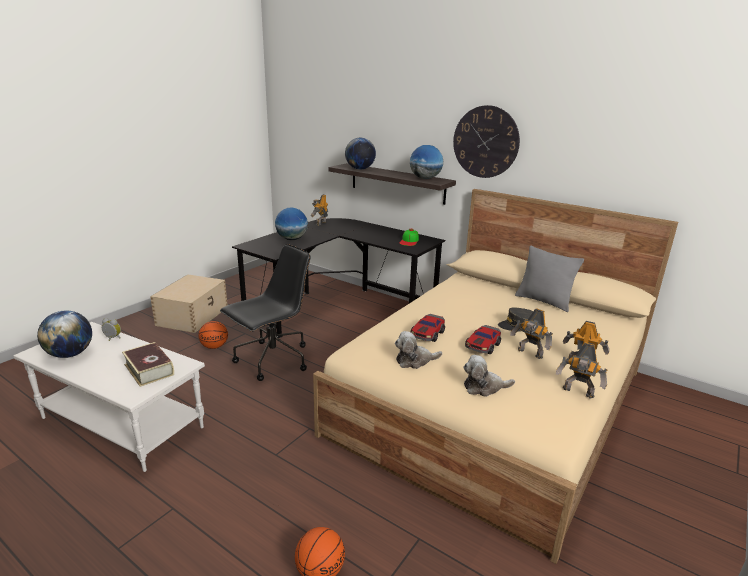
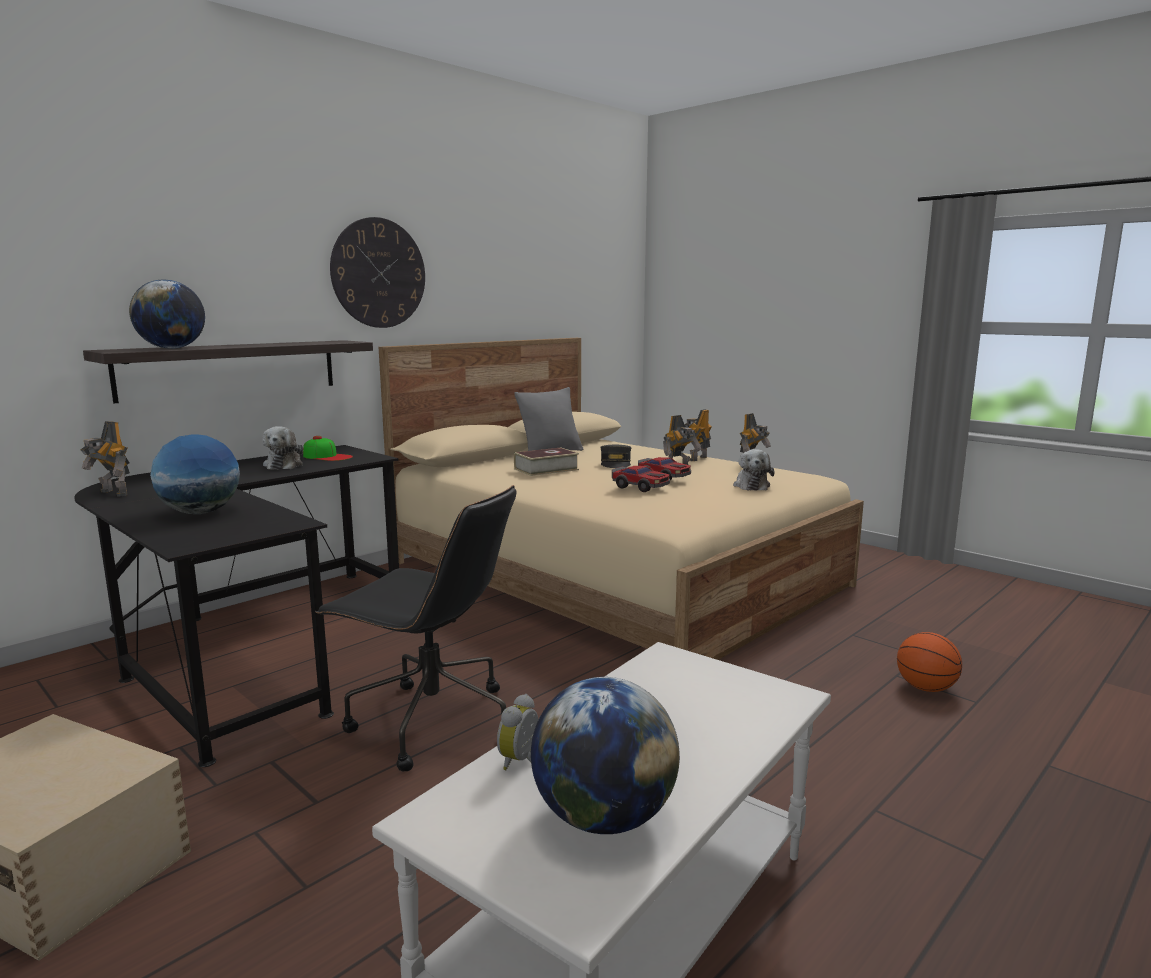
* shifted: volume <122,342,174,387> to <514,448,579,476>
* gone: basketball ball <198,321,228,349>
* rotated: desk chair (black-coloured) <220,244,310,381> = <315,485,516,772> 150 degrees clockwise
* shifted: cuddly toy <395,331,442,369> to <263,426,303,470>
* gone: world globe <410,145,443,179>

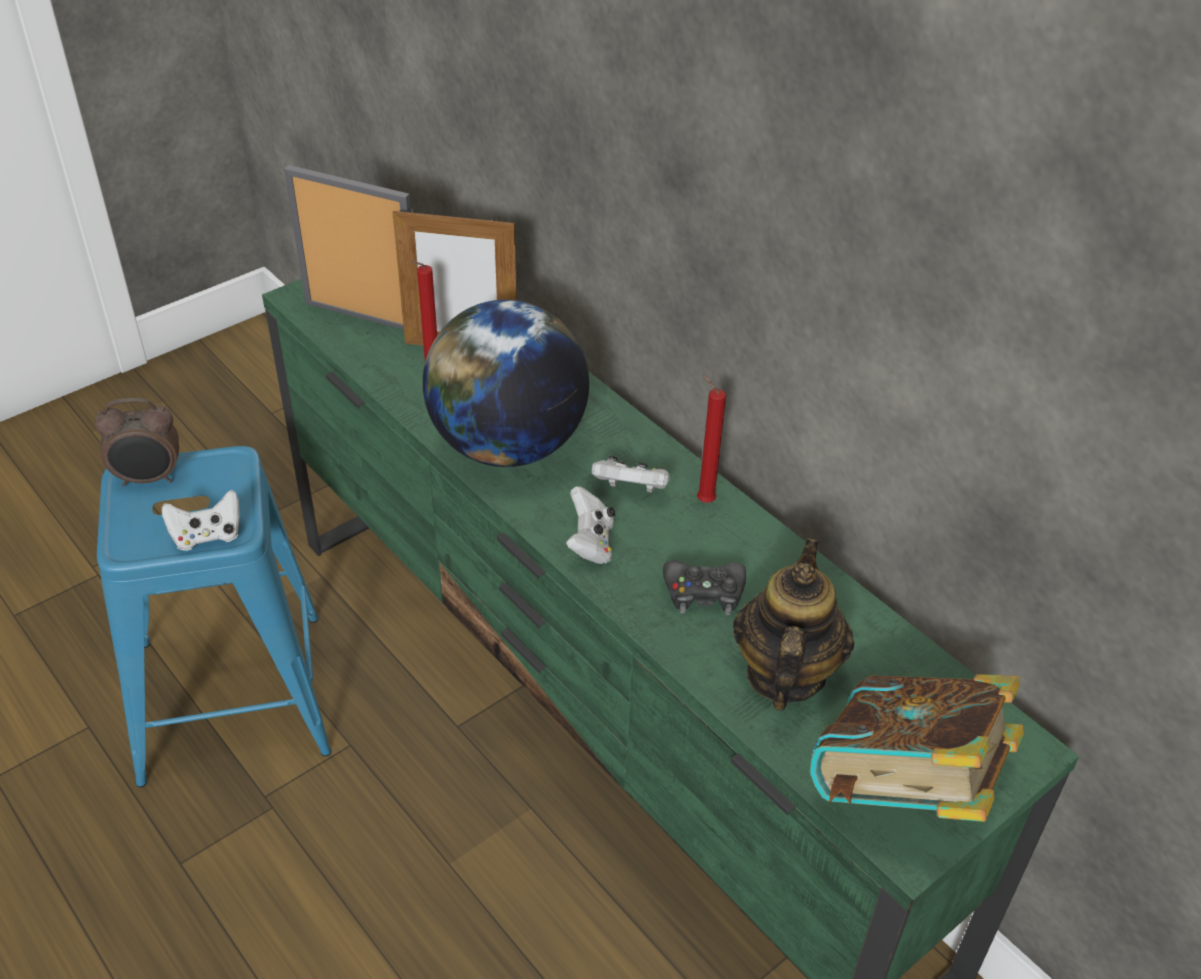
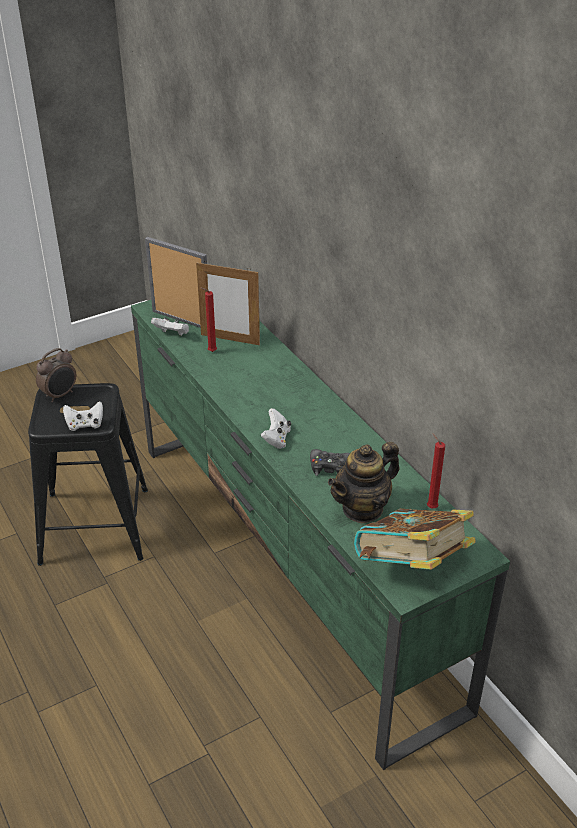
* rotated: alarm clock <95,398,179,486> = <36,348,76,402> 45 degrees counterclockwise
* repainted: sitting stool (bluish) <97,446,331,787> to sitting stool (black-coloured) <28,383,148,566>
* gone: world globe <423,300,589,467>
* shifted: joypad (white) <592,456,670,493> to <151,317,189,336>
* shifted: wax candle (red-coloured) <697,375,726,503> to <427,433,445,508>
* rotated: pot for tea <733,538,854,711> = <328,442,400,524> 150 degrees counterclockwise

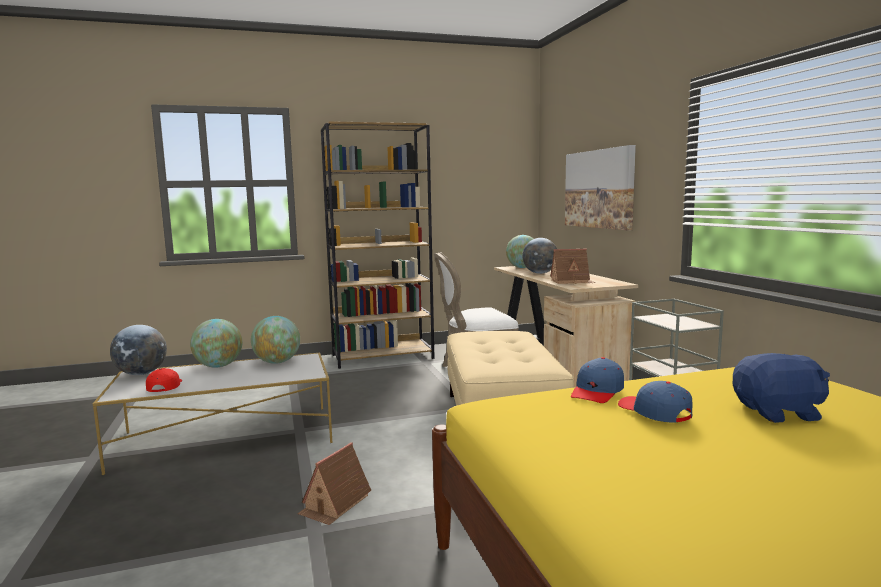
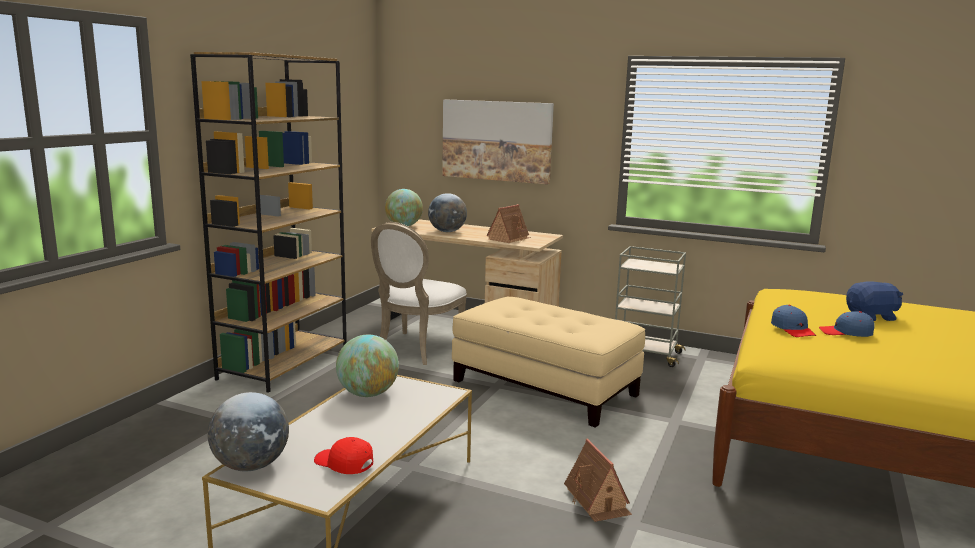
* gone: world globe <190,319,242,368>
* rotated: cuddly toy (bluish) <733,353,830,423> = <846,281,903,321> 45 degrees clockwise

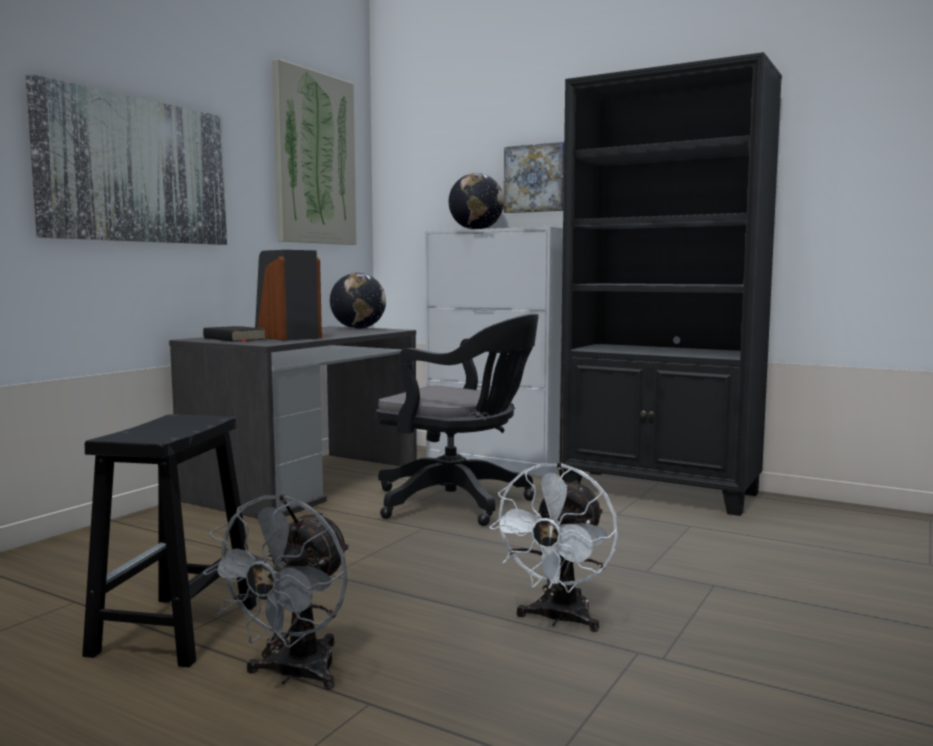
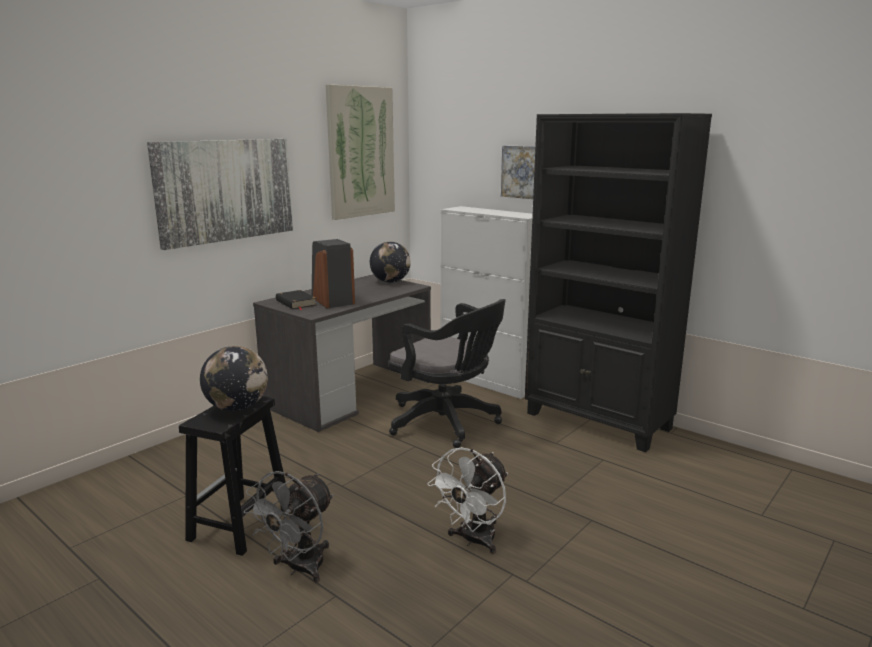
* shifted: world globe <449,173,504,229> to <200,346,268,411>

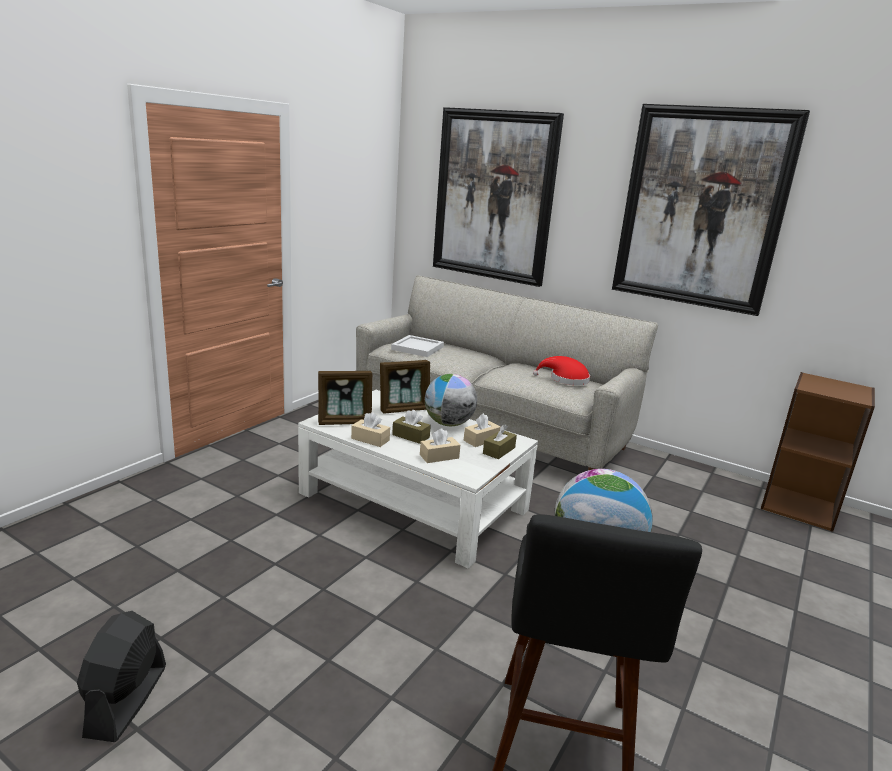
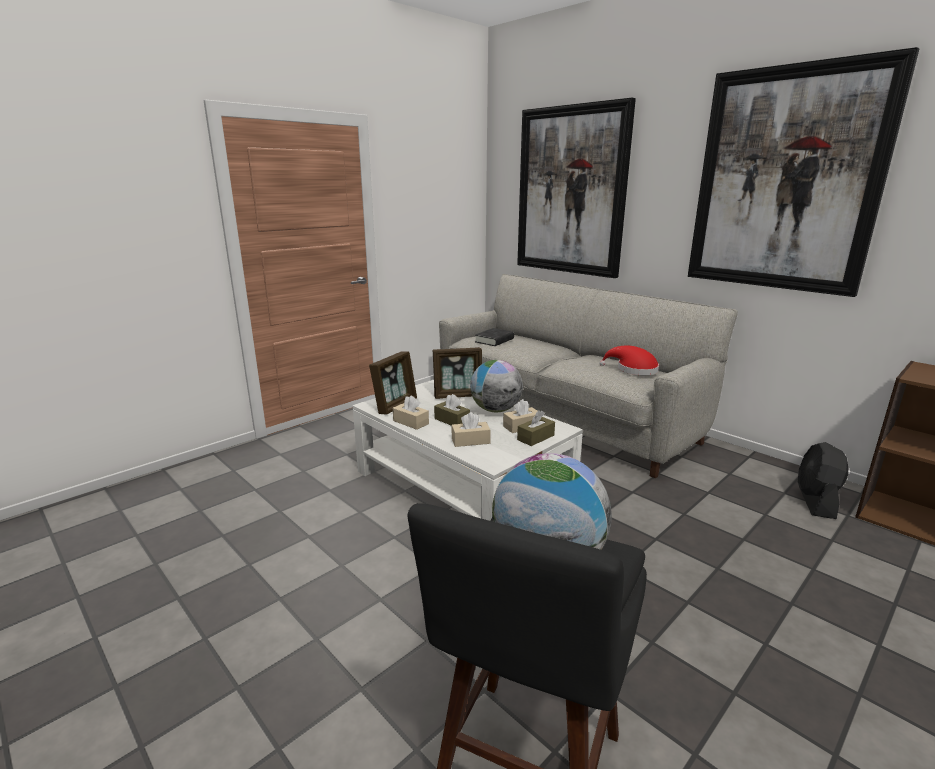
* shifted: cooling fan (black-coloured) <77,611,166,742> to <798,442,848,519>
* rotated: picture frame <318,371,372,425> = <369,351,417,415> 60 degrees counterclockwise
* swapped: tray (white) <391,335,444,357> to volume (black-coloured) <475,328,514,346>

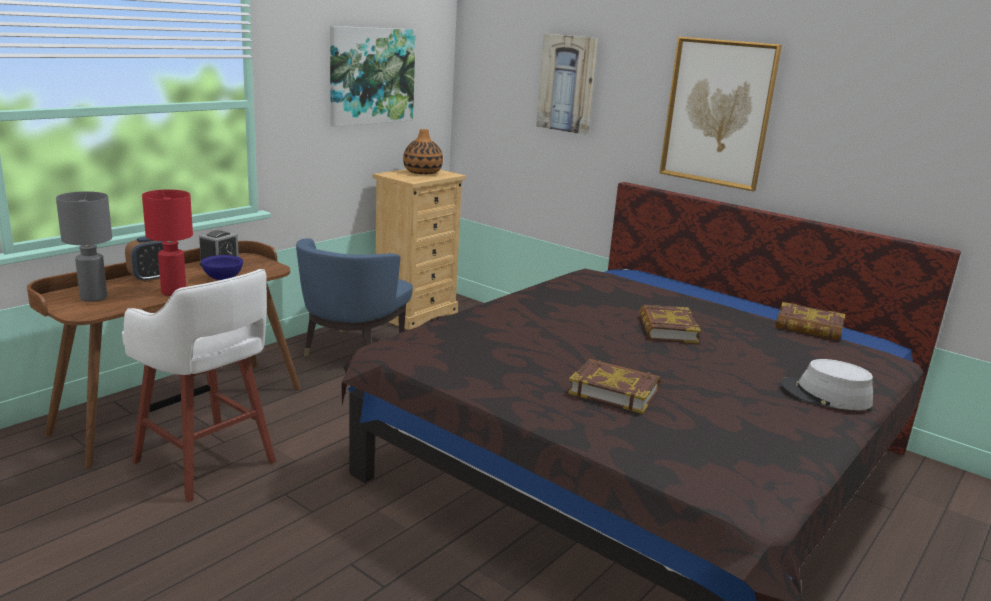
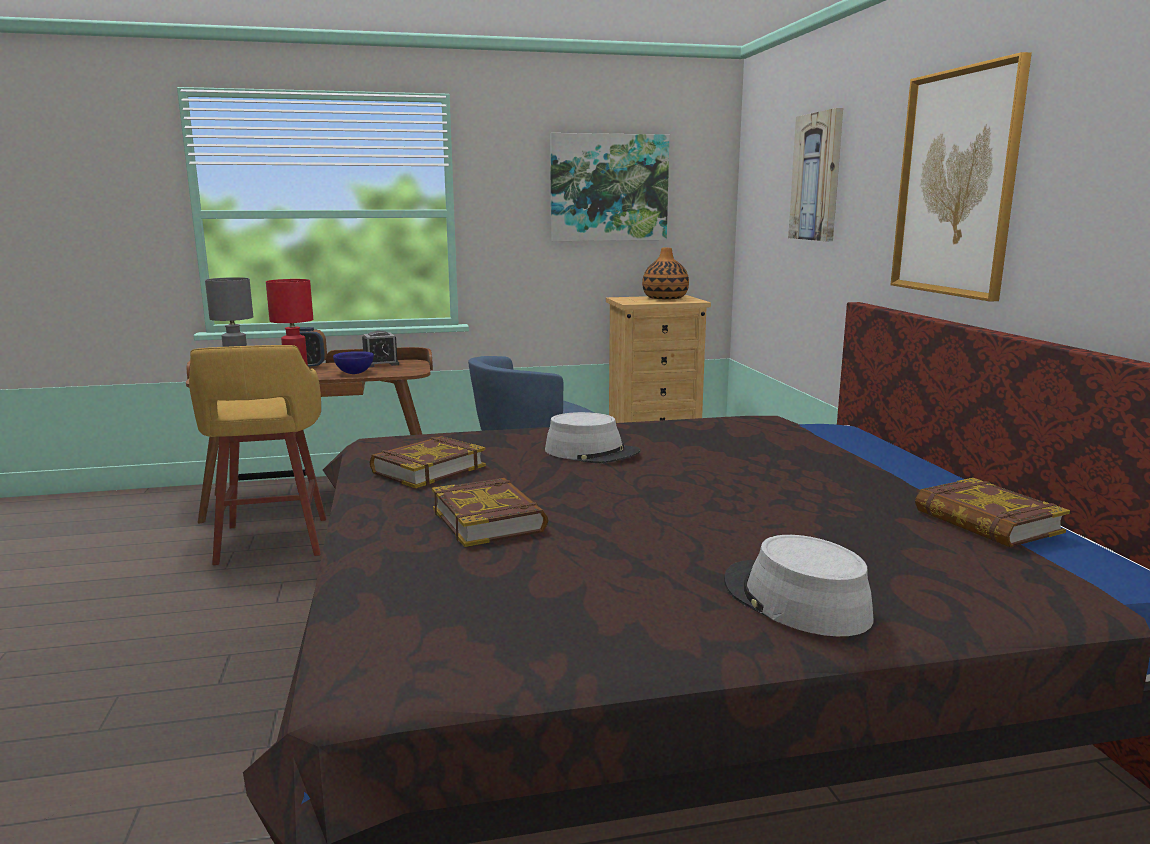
* repainted: sitting stool (white) <122,269,276,502> to sitting stool (yellowish) <189,345,326,565>
* shifted: volume <639,305,701,344> to <370,436,486,488>
* new: hat (gray) <545,412,640,463>

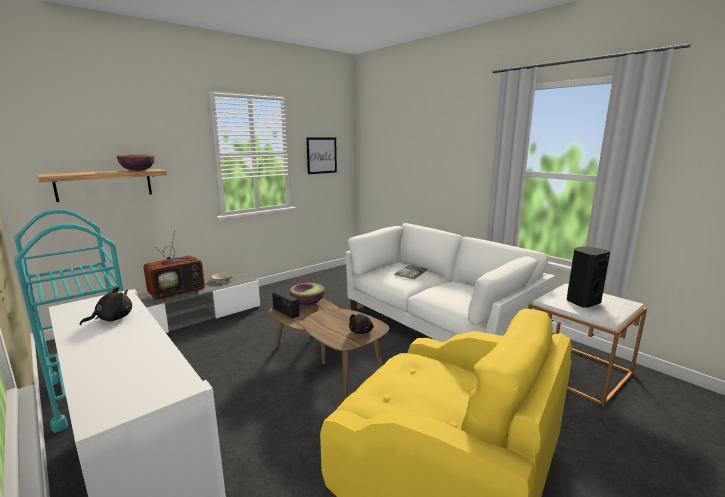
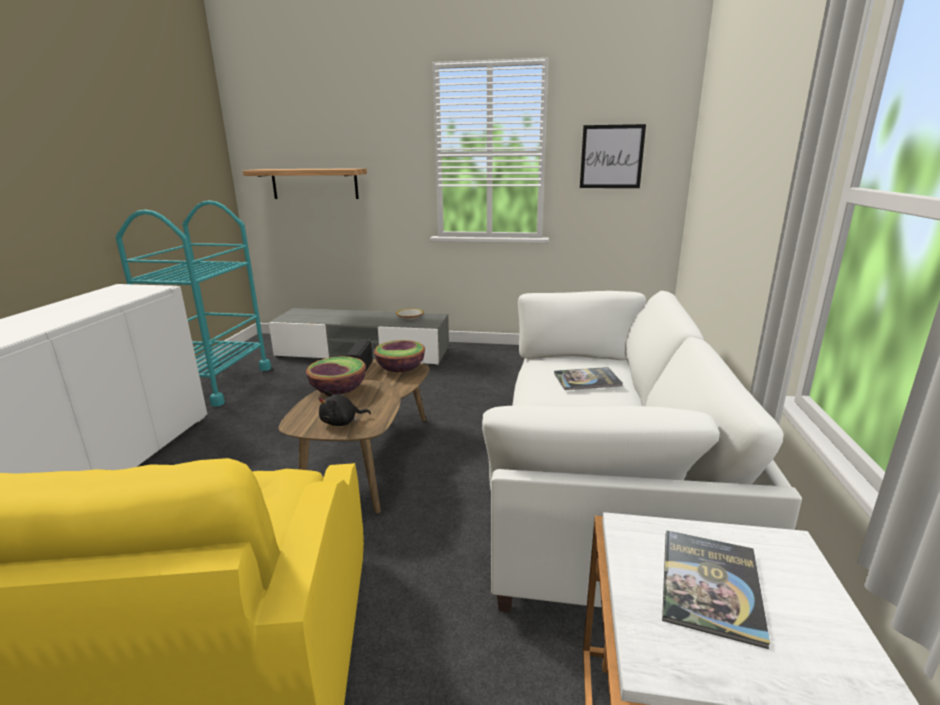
* gone: cuddly toy (black-coloured) <80,287,132,325>
* shifted: serving bowl <117,155,155,171> to <306,356,366,395>
* gone: TV <143,231,209,301>
* swapped: speaker (black-coloured) <567,246,610,308> to volume <662,530,770,649>

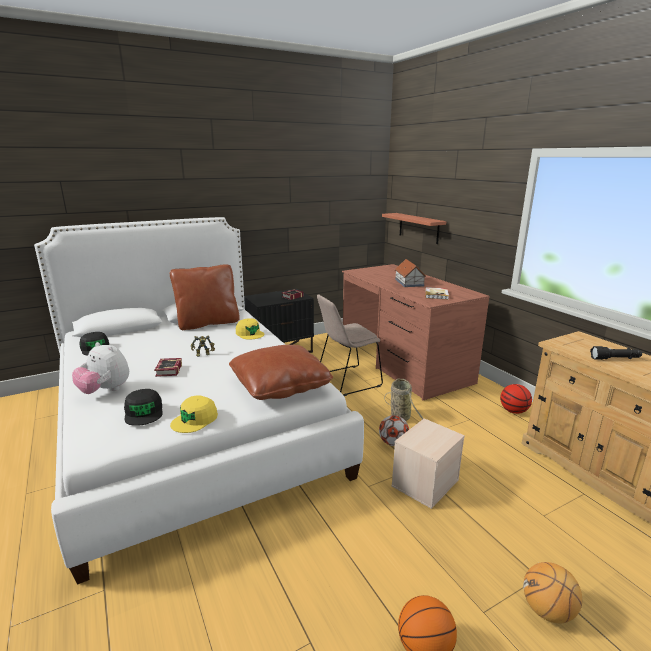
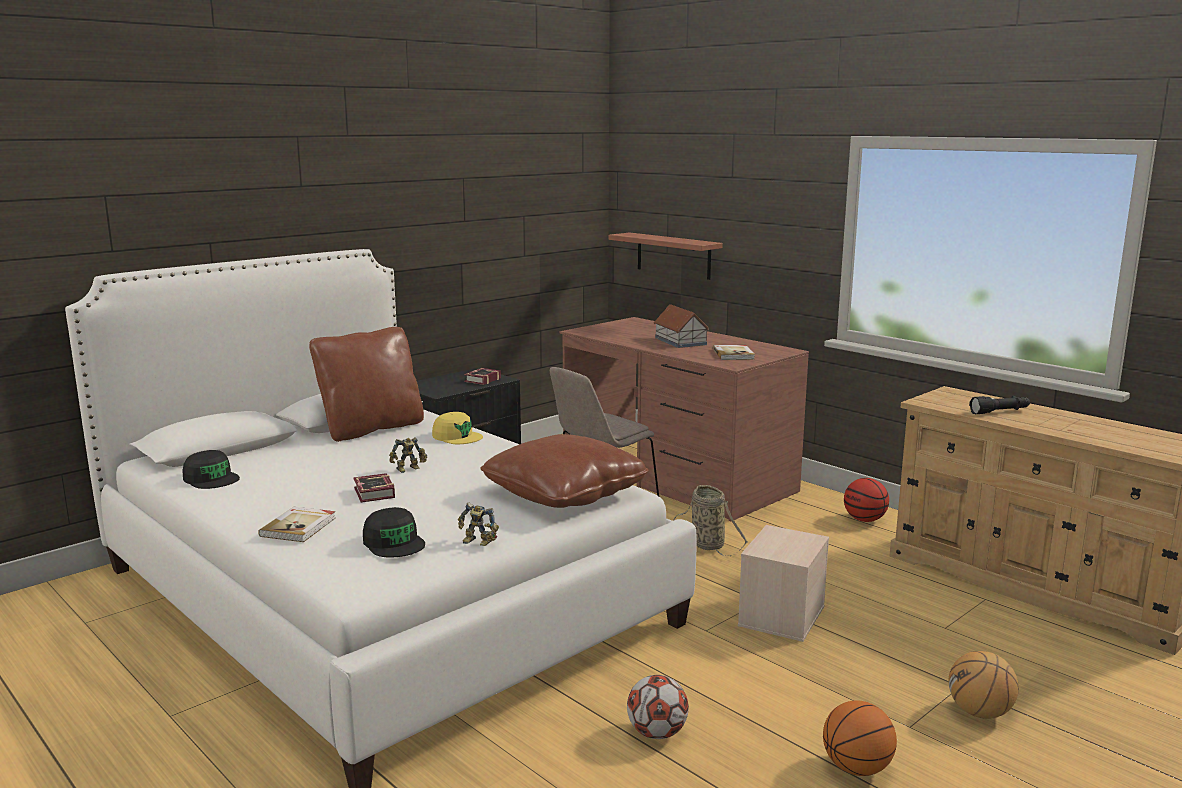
* swapped: cuddly toy <72,342,129,394> to volume <258,507,336,542>
* swapped: peaked cap (yellowish) <170,395,218,433> to model robot <458,503,499,546>
* shifted: football ball <379,415,409,446> to <627,675,689,739>

